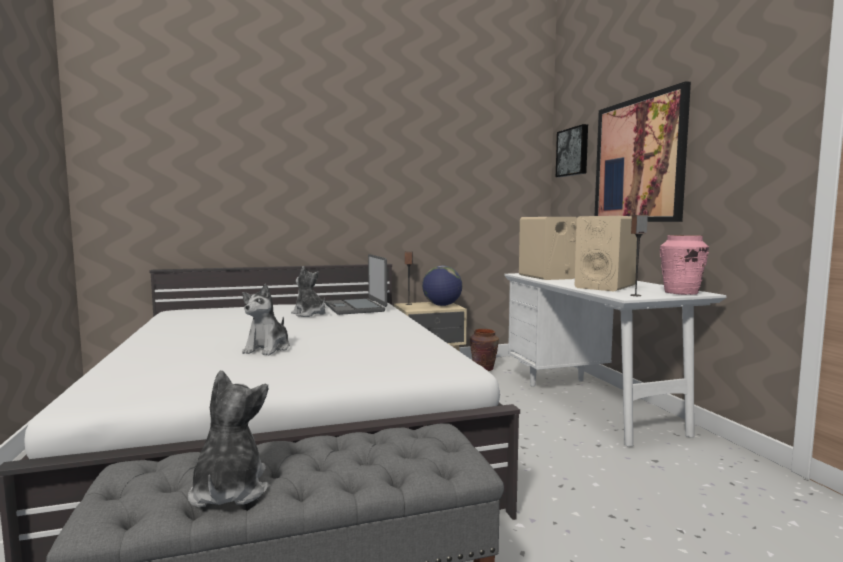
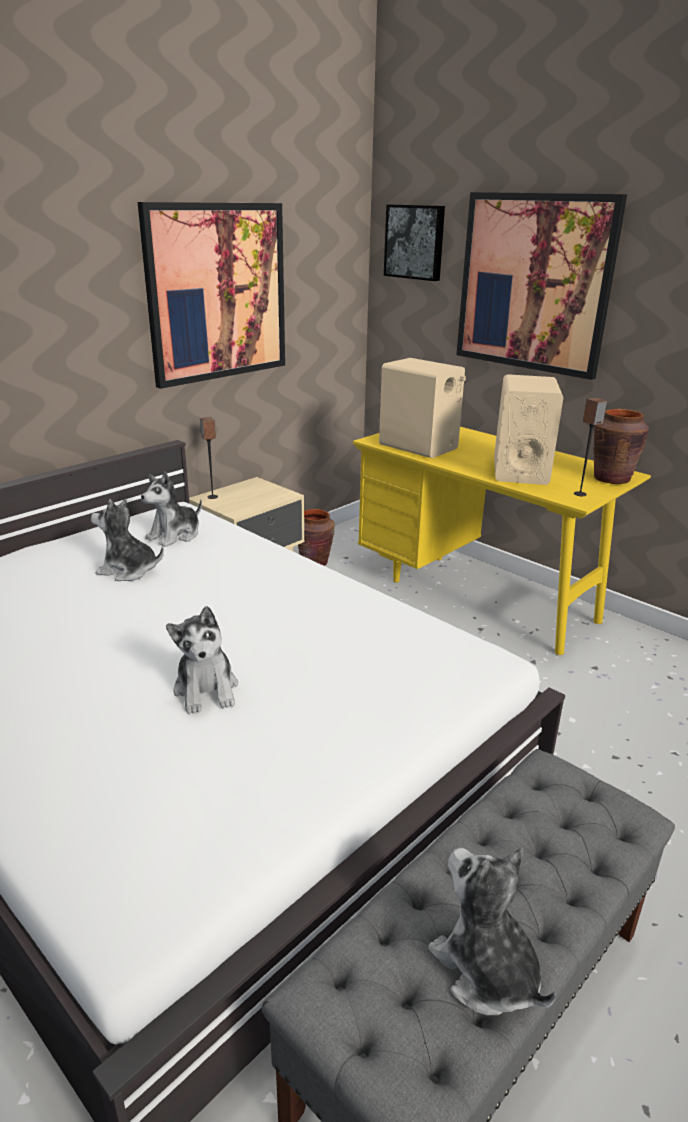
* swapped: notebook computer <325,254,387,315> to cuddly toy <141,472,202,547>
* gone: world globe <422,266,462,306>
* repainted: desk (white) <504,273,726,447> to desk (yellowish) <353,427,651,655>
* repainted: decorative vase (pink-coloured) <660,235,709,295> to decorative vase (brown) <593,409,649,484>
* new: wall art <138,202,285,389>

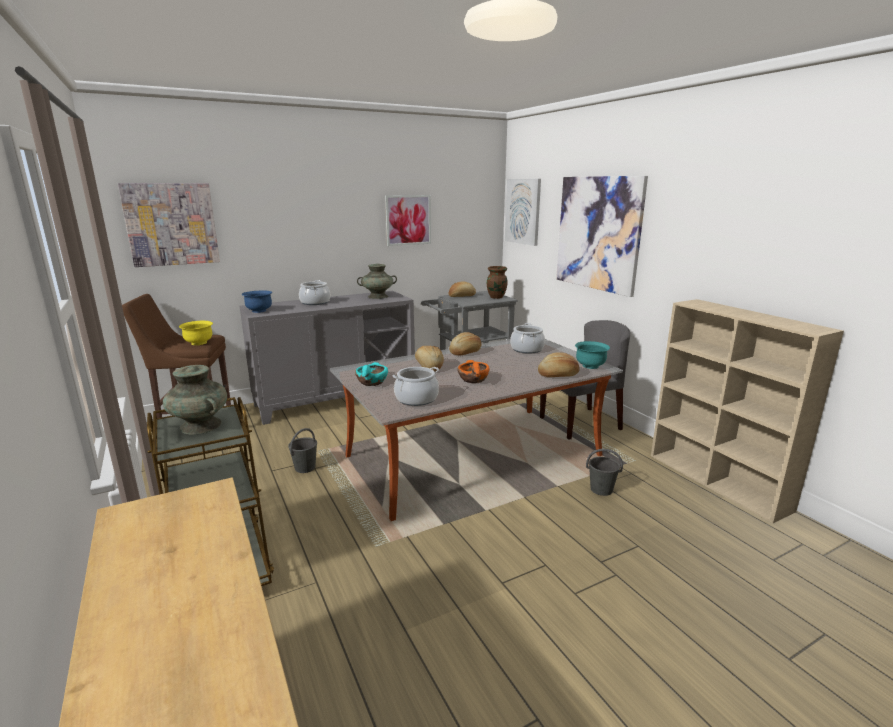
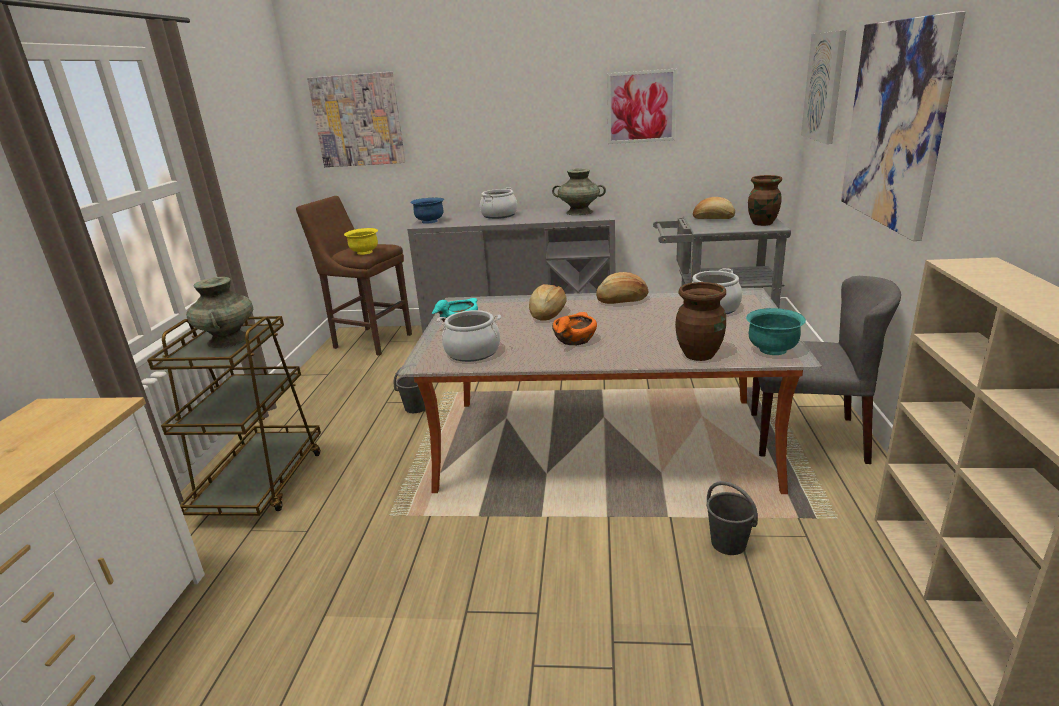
* swapped: baked bread <538,352,580,377> to decorative vase (brown) <675,282,726,361>

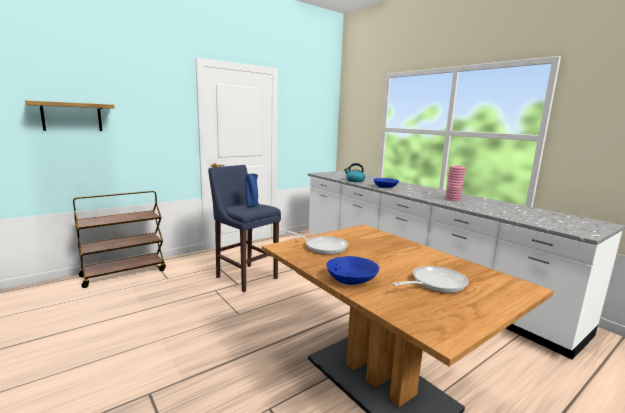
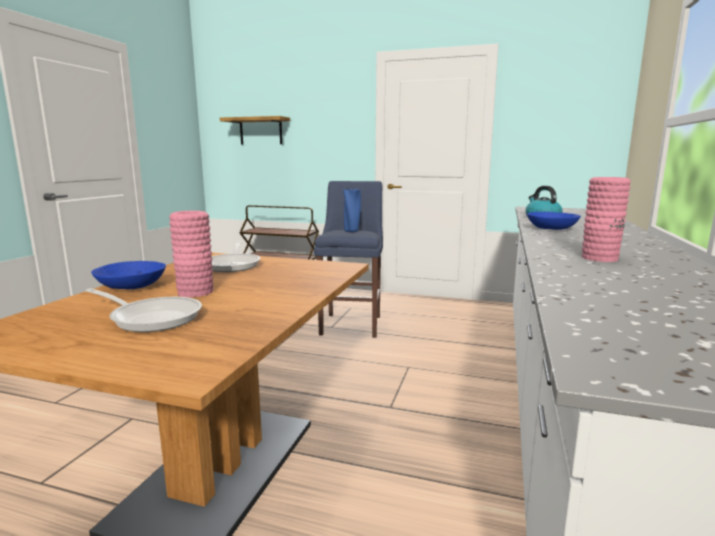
* new: decorative vase (pink-coloured) <169,211,213,297>

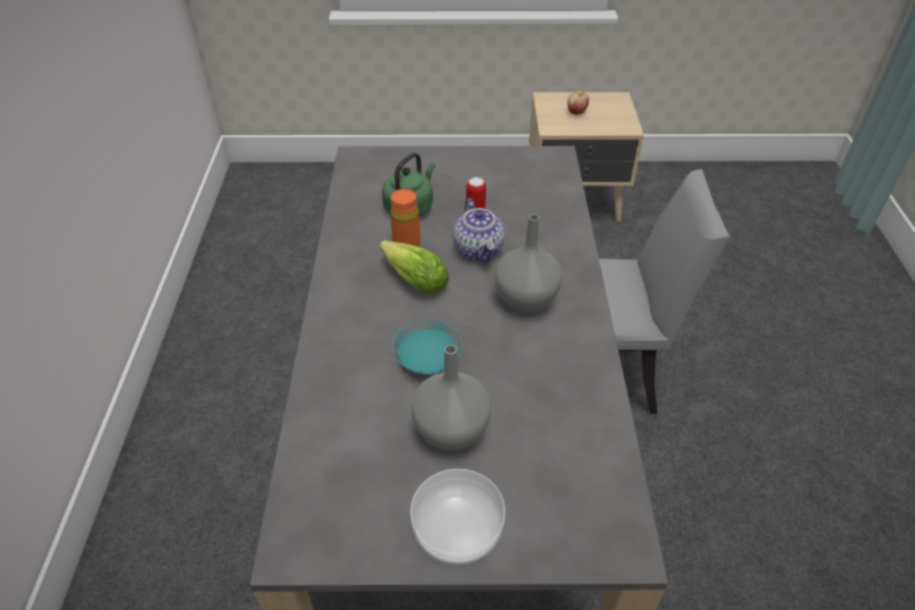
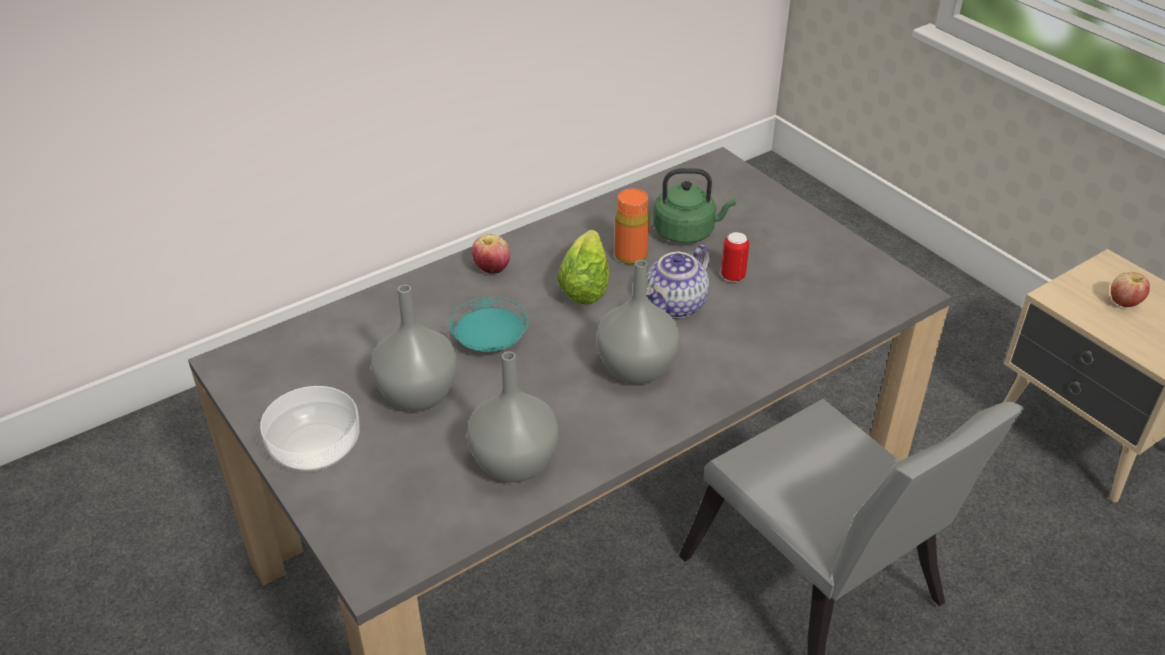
* new: decorative vase (gray) <467,351,558,482>
* new: apple fruit <472,234,510,274>

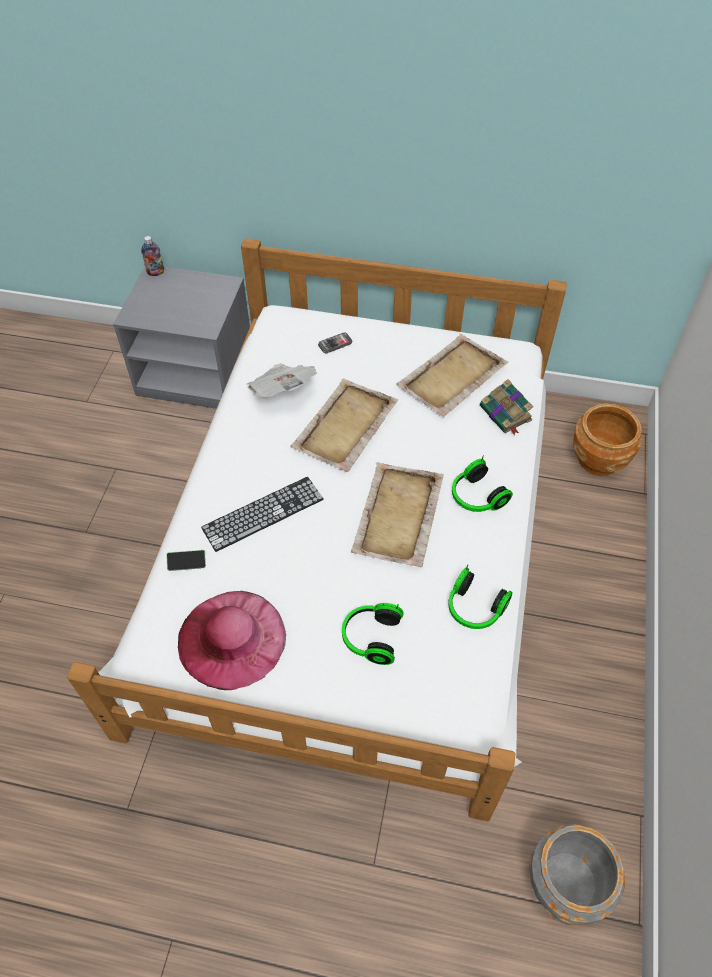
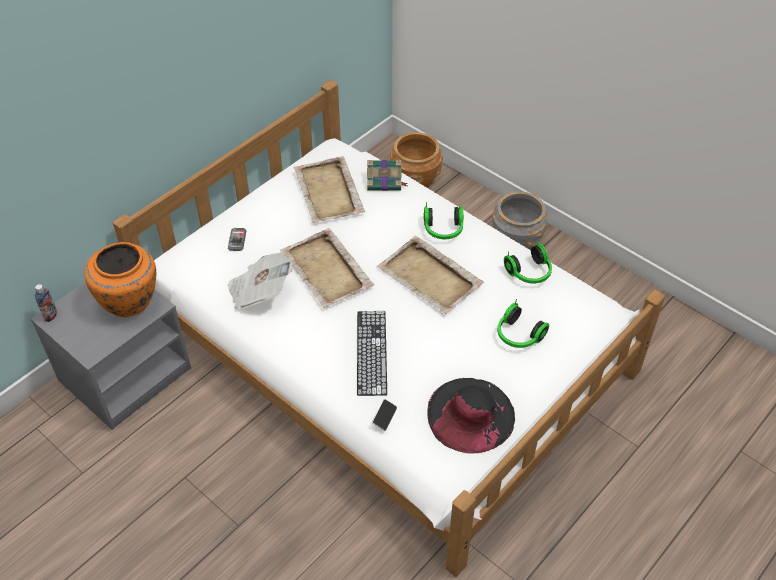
* repainted: hat (pink-coloured) <178,591,286,690> to hat (black-coloured) <427,378,515,454>
* shifted: flower pot (gray) <529,824,625,925> to <492,191,548,250>
* new: decorative vase (orangey) <85,242,156,317>

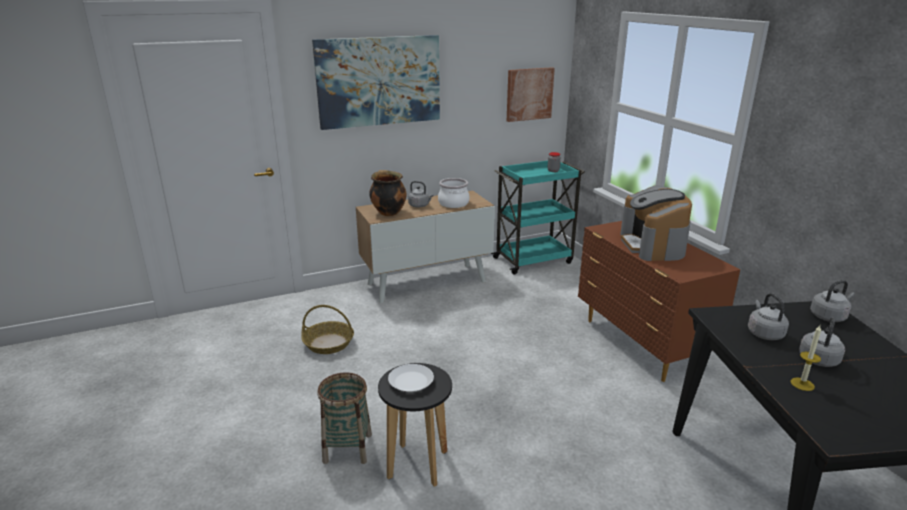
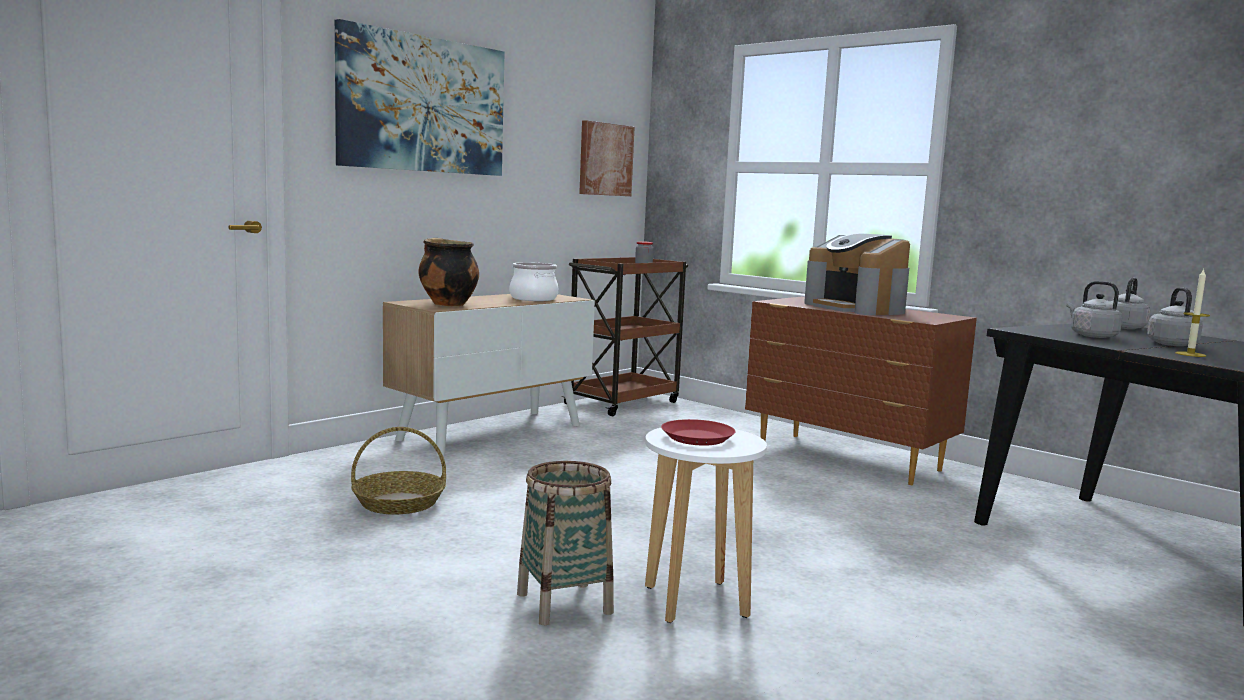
* repainted: sitting stool (black-coloured) <378,363,452,487> to sitting stool (white) <645,428,767,623>
* repainted: flat dish (white) <388,364,434,392> to flat dish (red-coloured) <661,419,736,446>
* gone: kettle (gray) <408,181,434,207>
* repainted: wheeled cart (blue-green) <491,161,585,275> to wheeled cart (brown) <562,257,688,416>

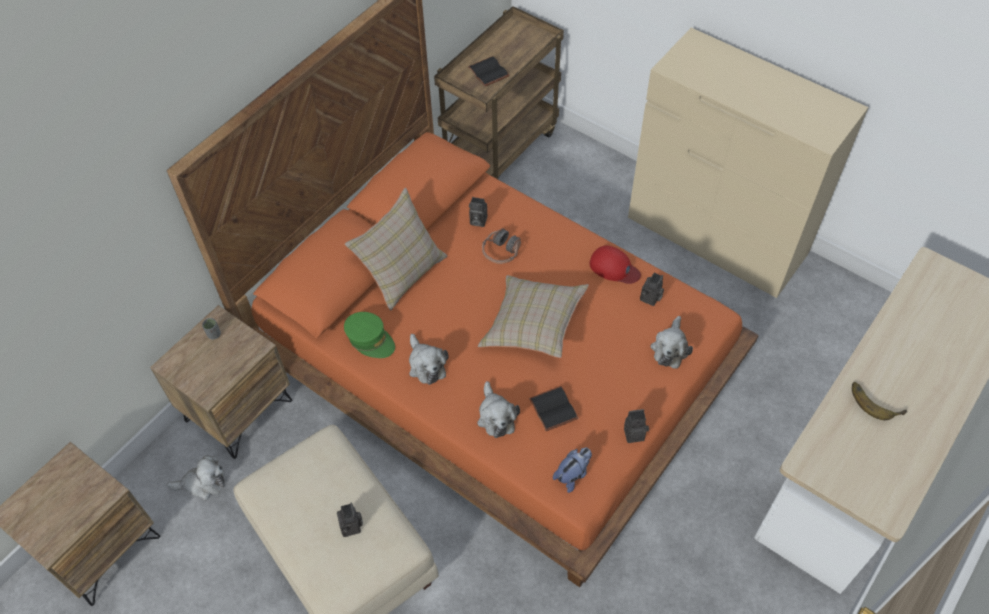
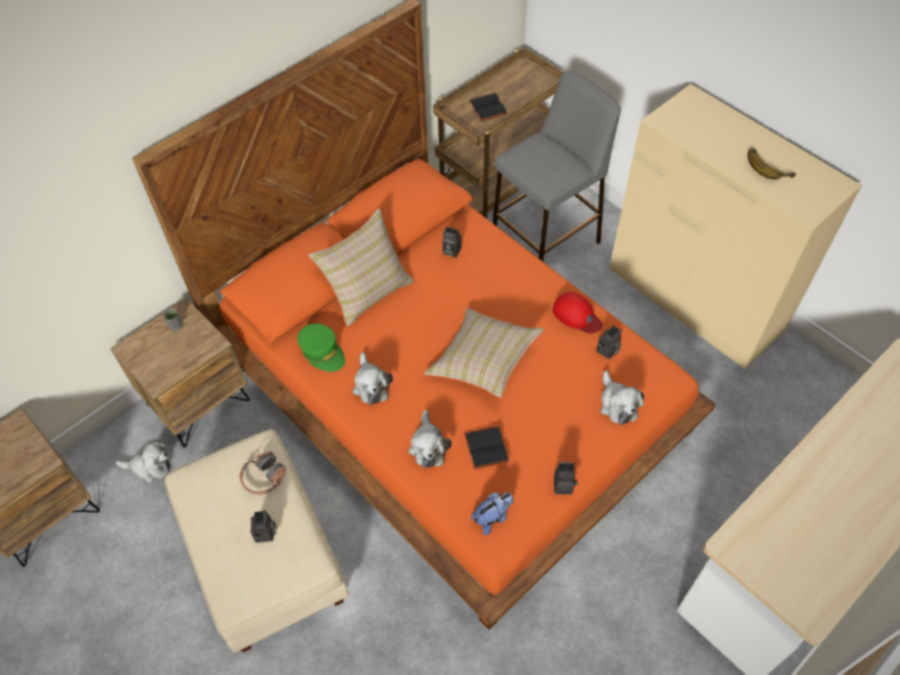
* shifted: pair of headphones <482,228,521,264> to <239,452,286,495>
* rotated: cuddly toy <650,316,693,369> = <600,371,644,425> 45 degrees counterclockwise
* shifted: banana <852,382,907,420> to <747,148,796,179>
* new: sitting stool (gray) <493,71,621,261>

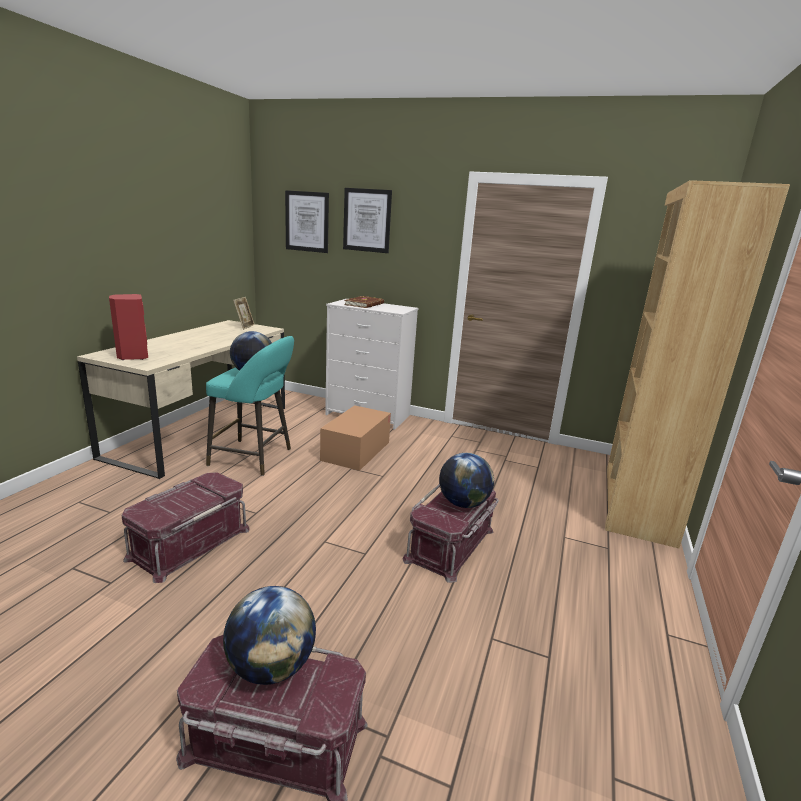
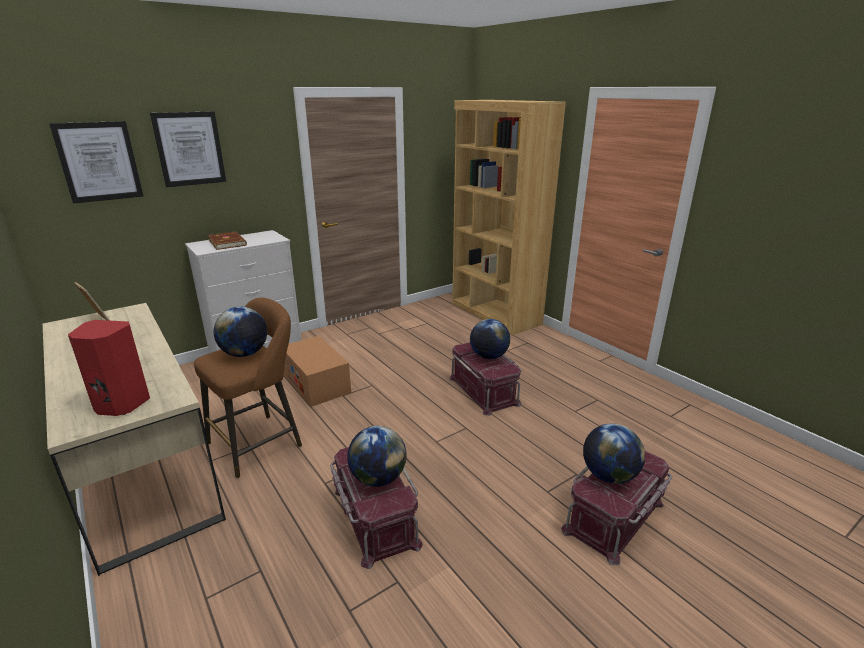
* repainted: sitting stool (blue-green) <206,336,294,476> to sitting stool (brown) <194,297,302,478>
* new: world globe <347,426,407,487>

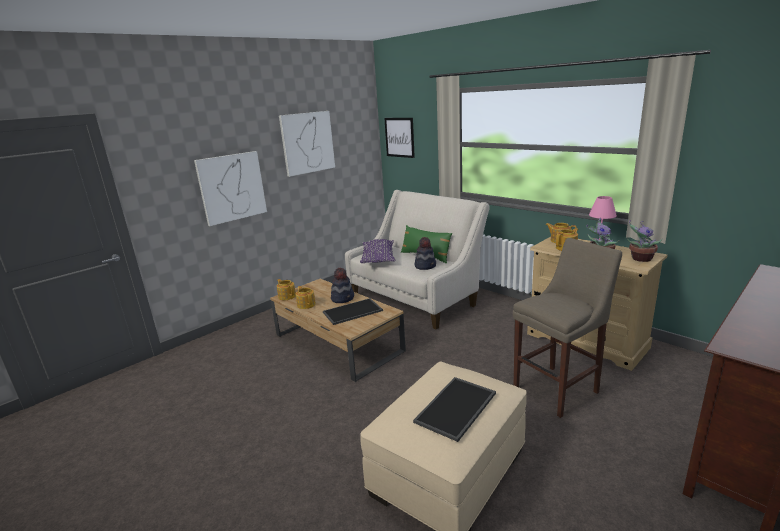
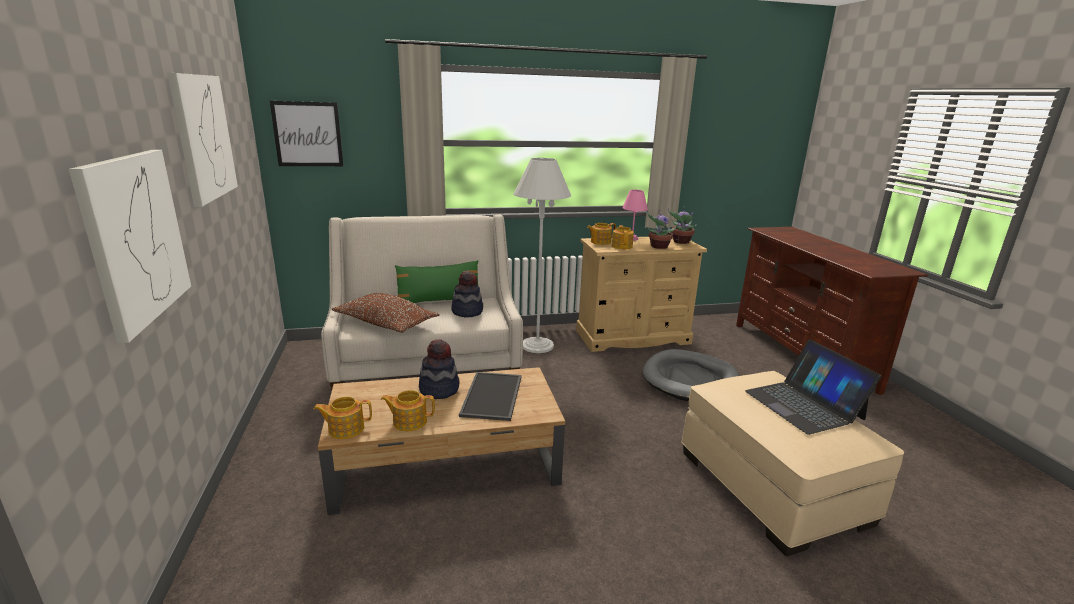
* repainted: pillow (purple) <360,239,395,263> to pillow (brown) <332,293,440,333>
* swapped: tray <413,377,496,442> to notebook computer <745,340,881,435>
* swapped: sitting stool (sand-coloured) <513,238,622,418> to dog cushion (gray) <643,349,739,401>
* new: standing lamp (white) <514,158,571,353>

